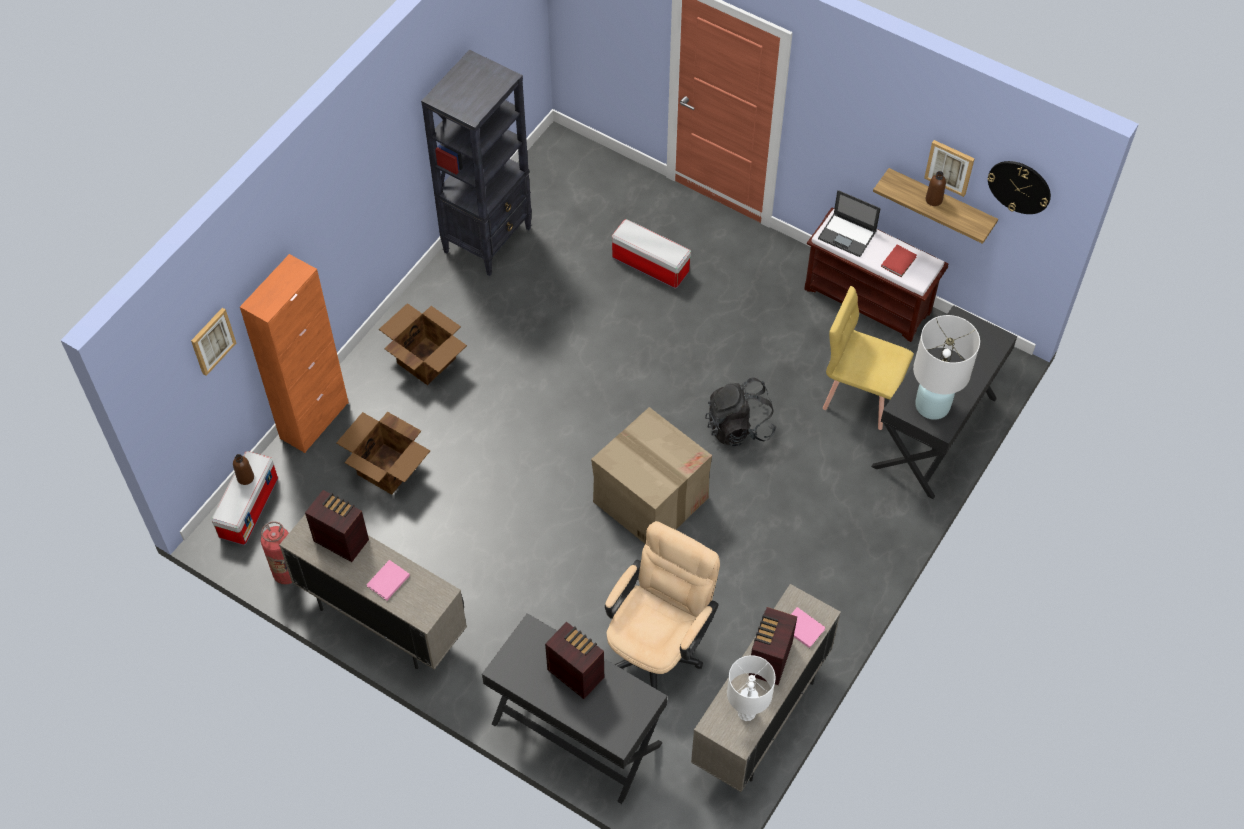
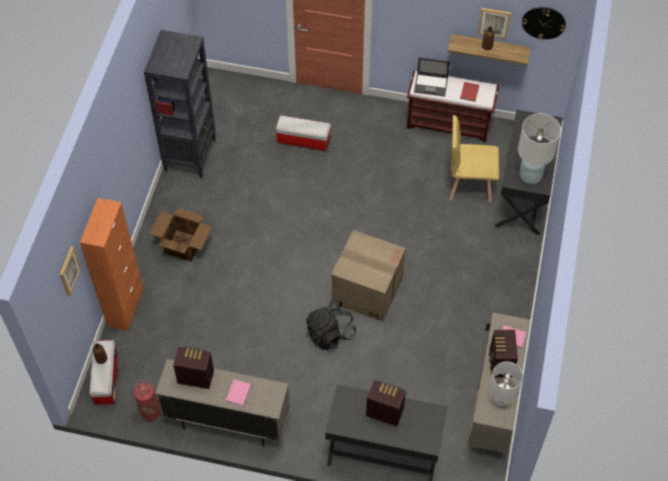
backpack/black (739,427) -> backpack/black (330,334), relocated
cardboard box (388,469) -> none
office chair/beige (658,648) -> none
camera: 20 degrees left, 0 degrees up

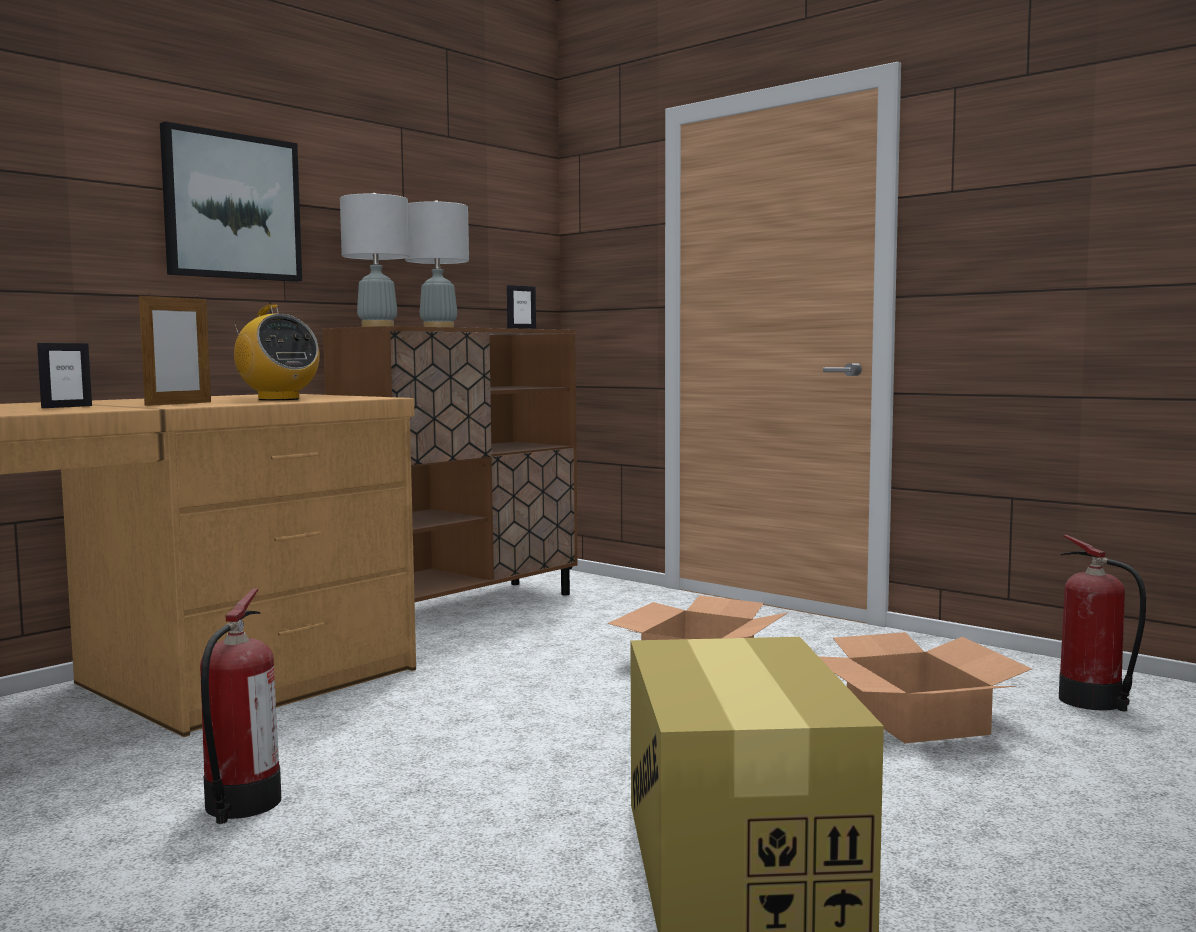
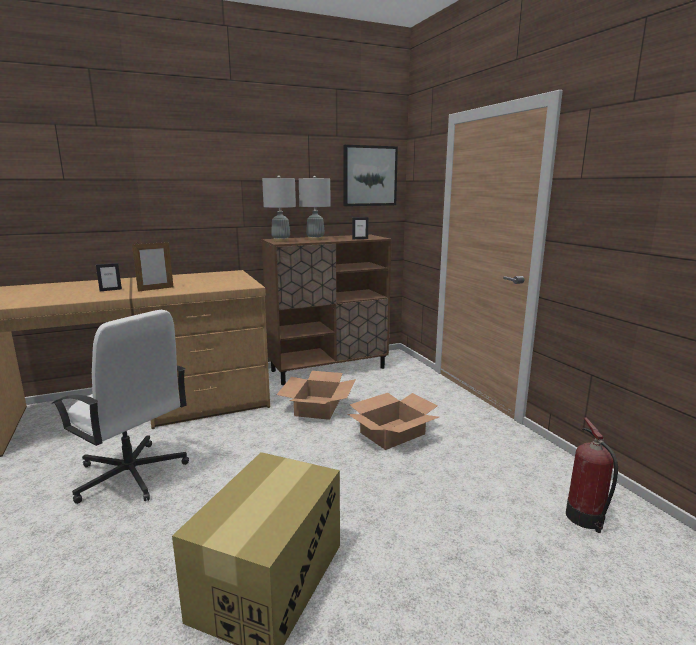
fire extinguisher (240,805) -> office chair/white (131,475)
cardboard box (915,718) -> cardboard box (317,407), relocated
picture (231,207) -> picture (369,176), relocated
radio (278,399) -> none
camera: 25 degrees right, 10 degrees up

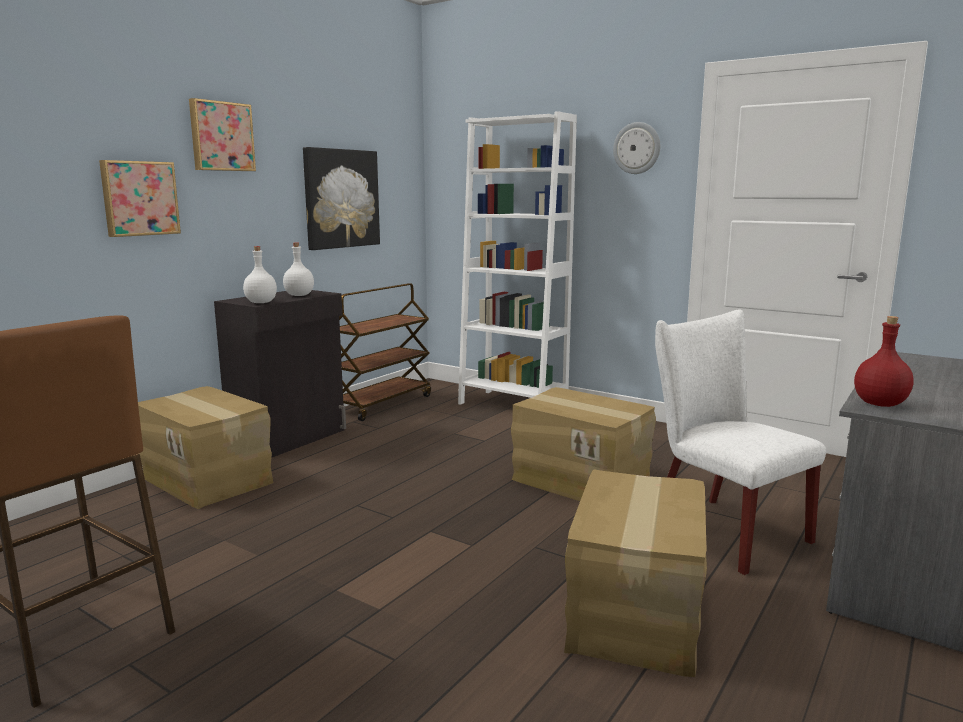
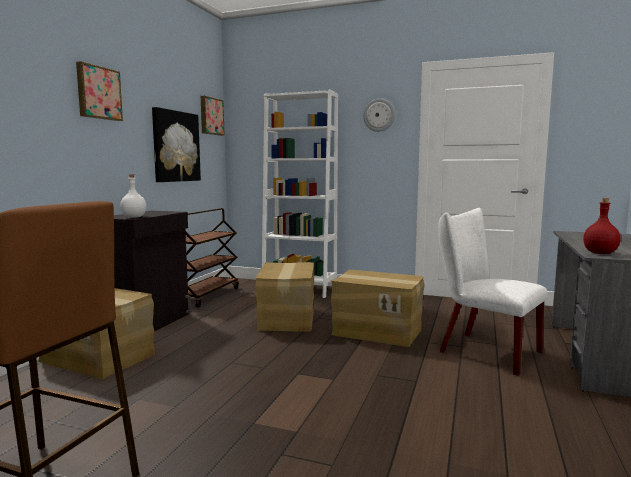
picture (139,198) -> picture (211,116), relocated
cardboard box (637,613) -> cardboard box (288,318), relocated
bottle/white (299,295) -> none
camera: 15 degrees left, 5 degrees down

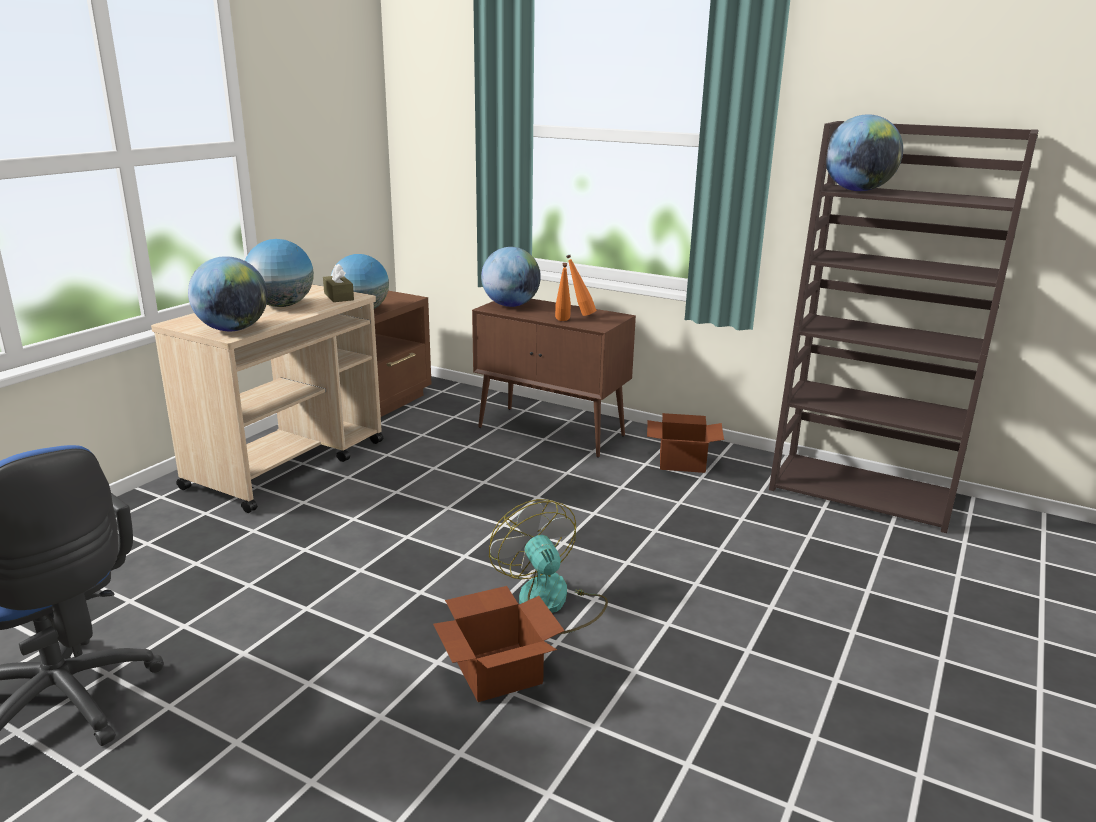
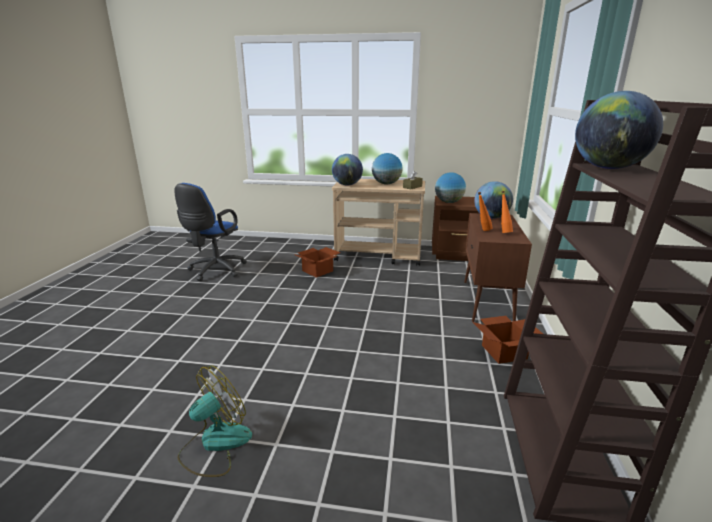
fan (551,604) -> fan (215,444), relocated
cardboard box (499,670) -> cardboard box (318,271), relocated
camera: 70 degrees right, 0 degrees up

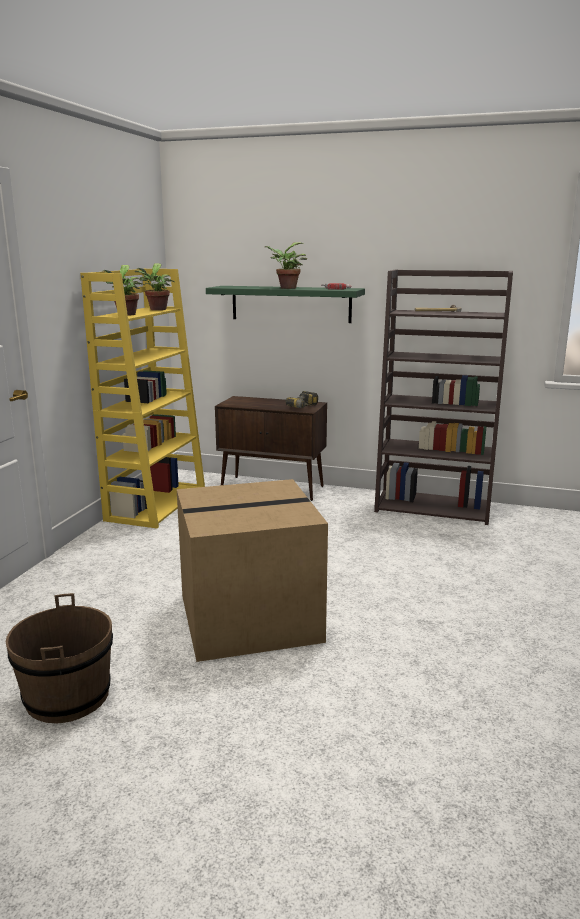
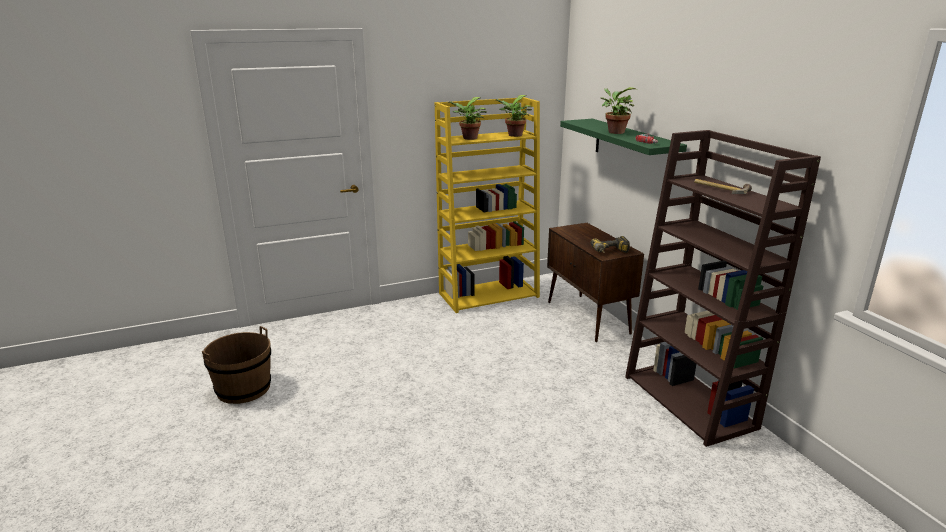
cardboard box (248,619) -> none
camera: 50 degrees right, 5 degrees up

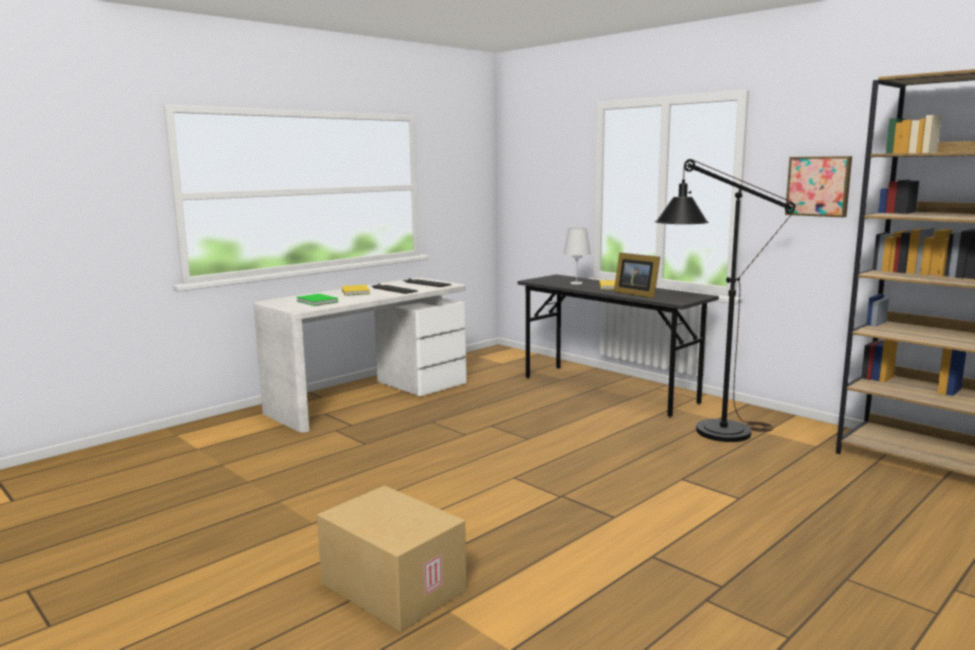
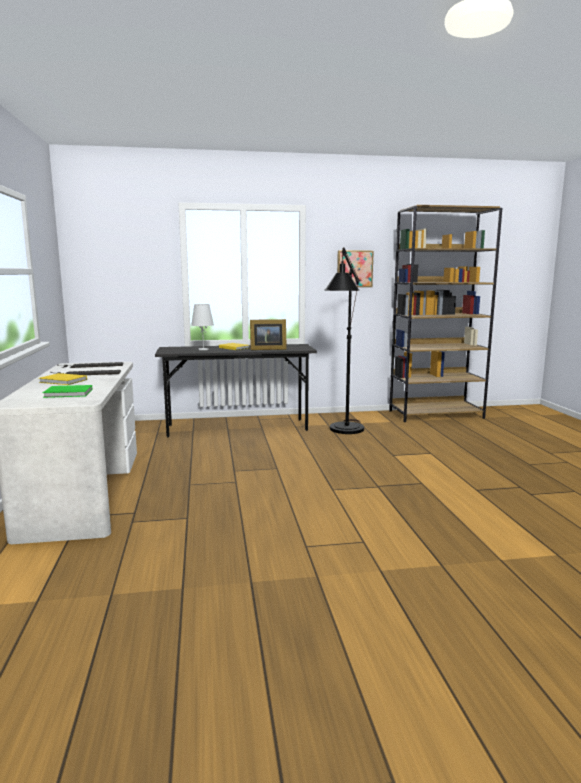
cardboard box (390,587) -> none
camera: 55 degrees left, 0 degrees up

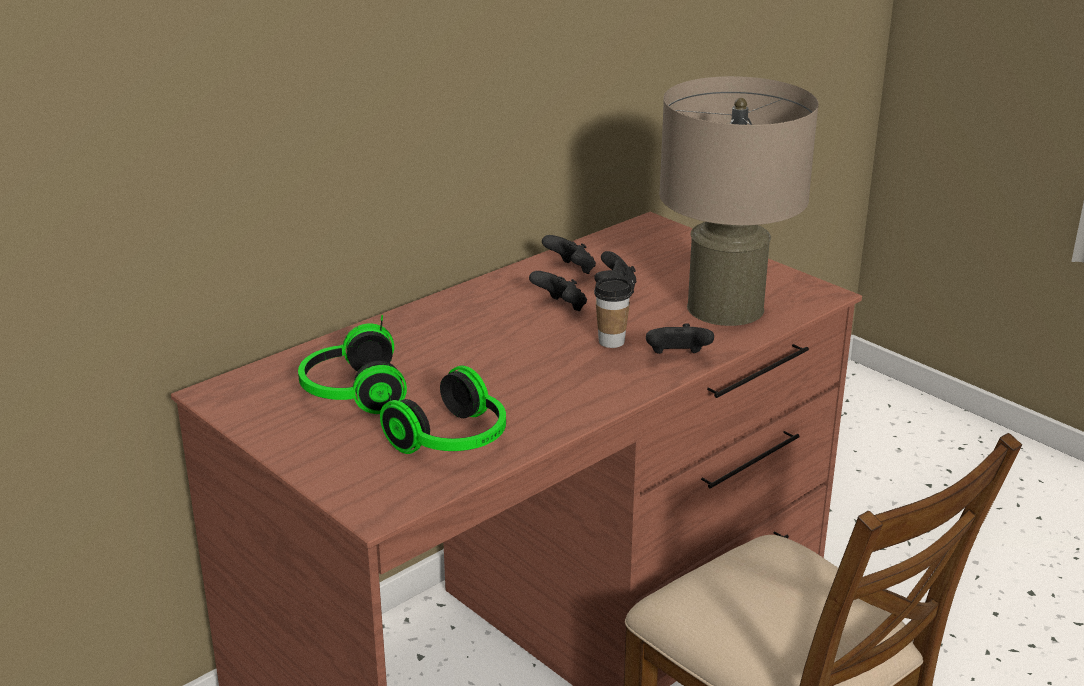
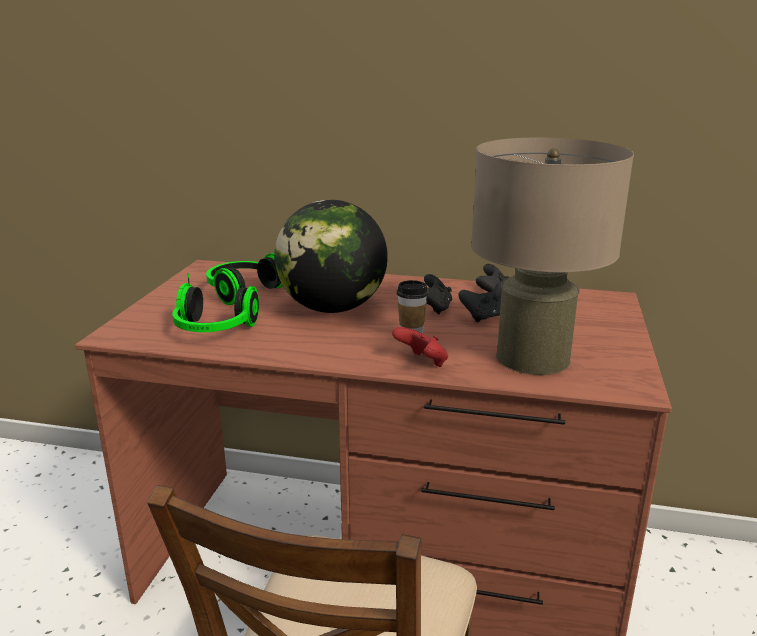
none -> globe (332,308)
game controller/black (677,358) -> game controller/red (422,363)
camera: 55 degrees right, 5 degrees down

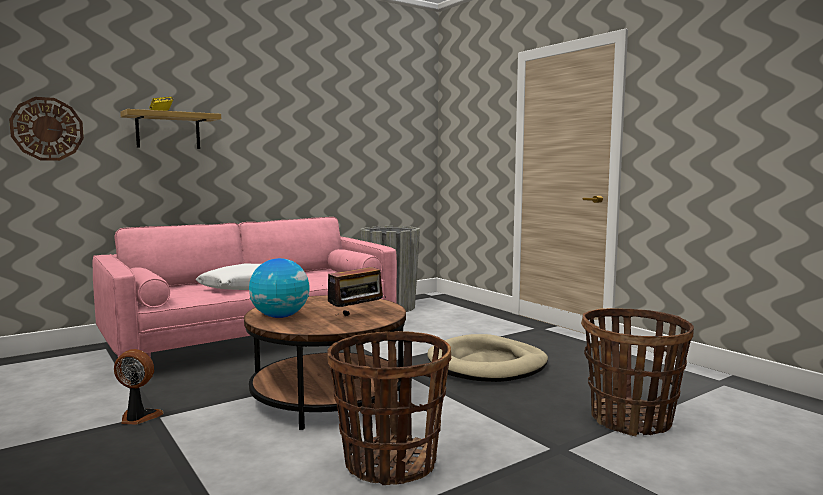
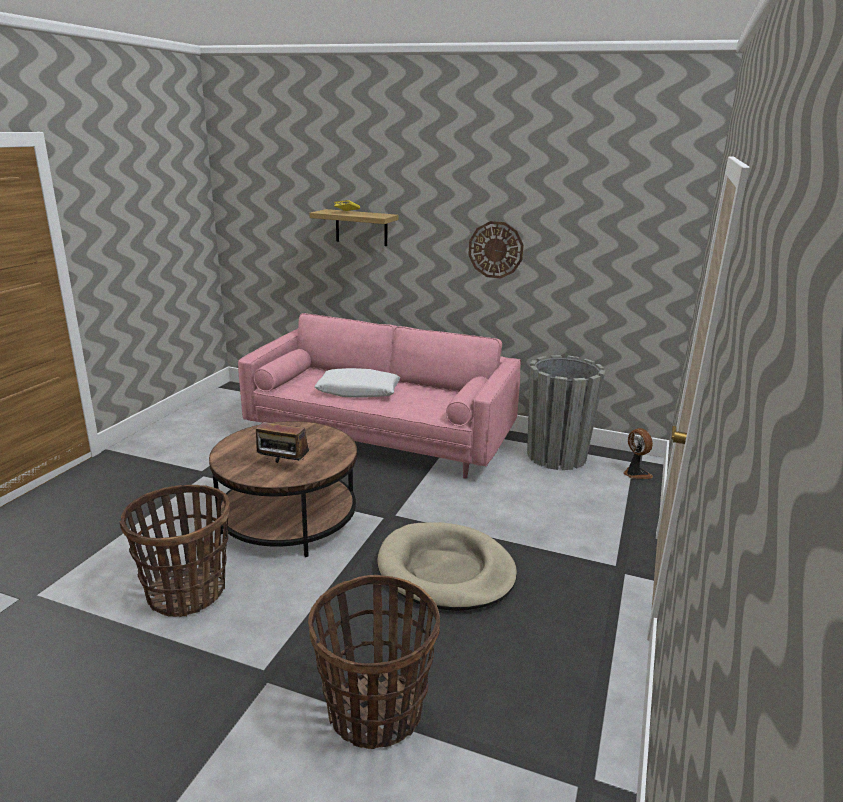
wall clock (47,129) -> wall clock (495,249), relocated
fan (138,418) -> fan (635,474), relocated
globe (280,316) -> none
camera: 55 degrees right, 15 degrees up

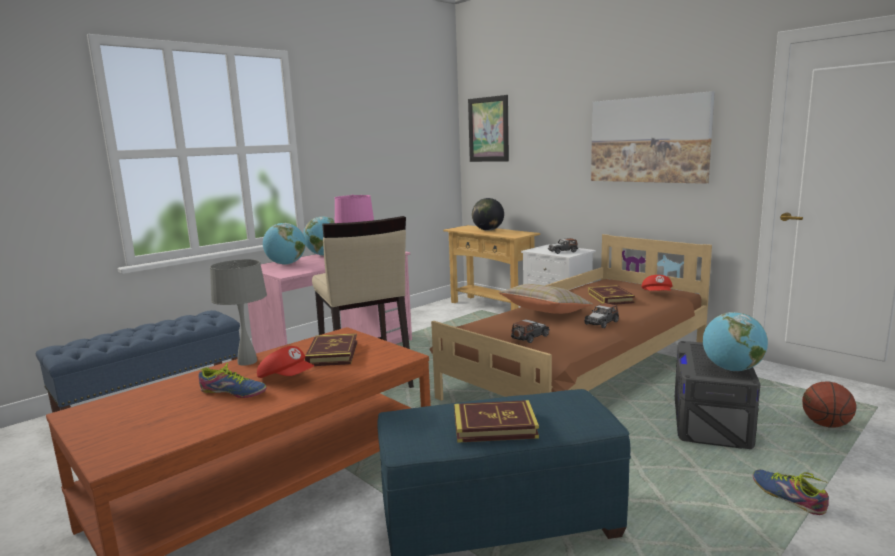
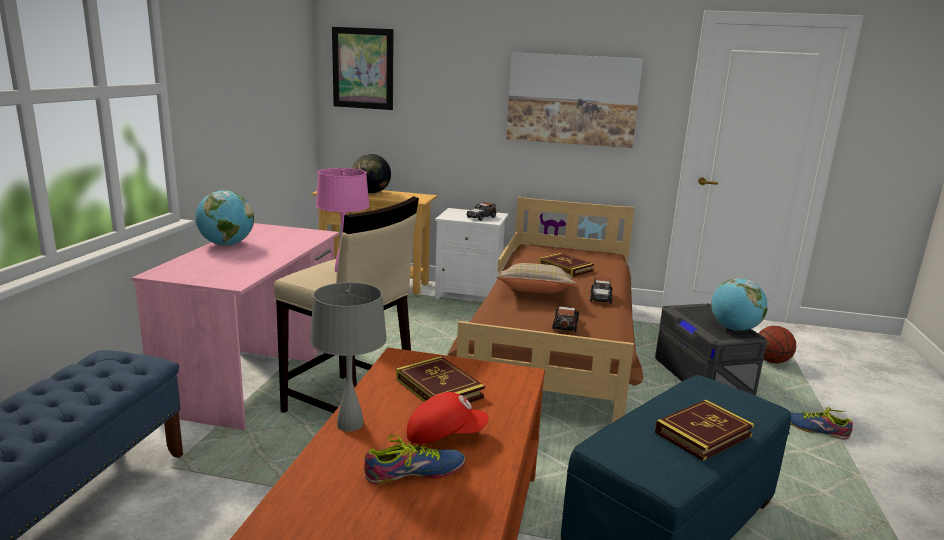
globe (286,264) -> none
cap/red (657,294) -> none
camera: 35 degrees left, 5 degrees up

